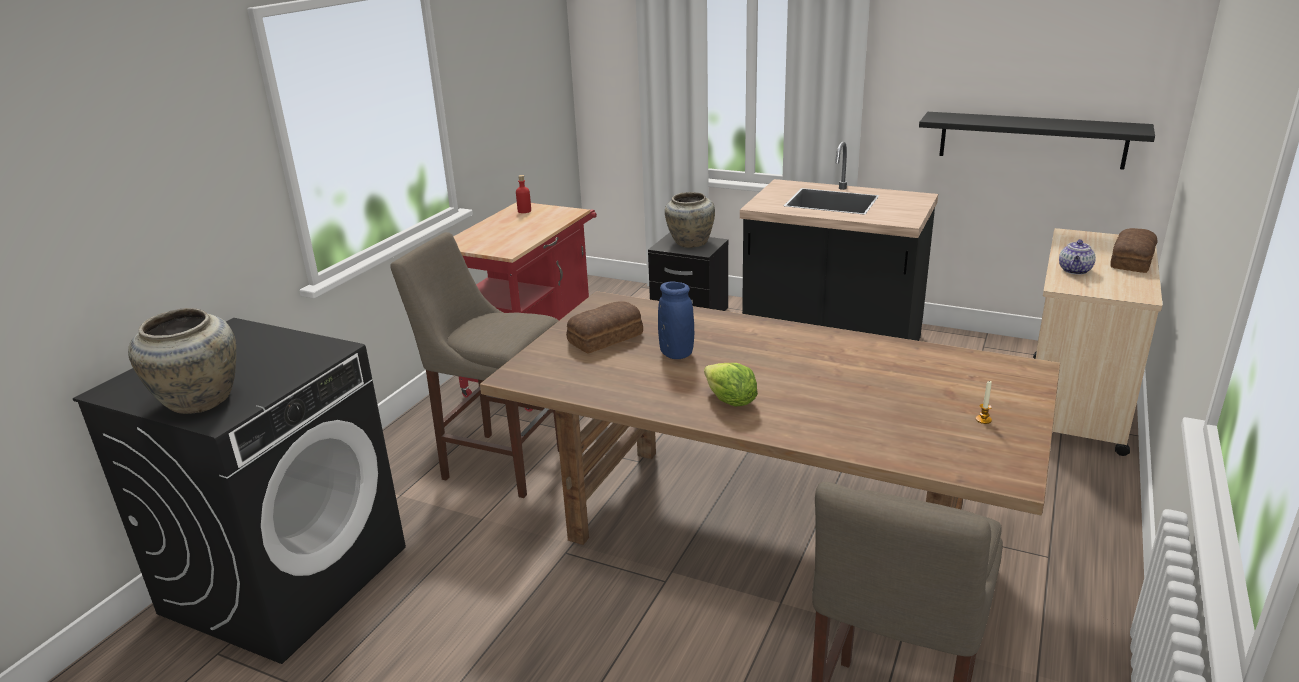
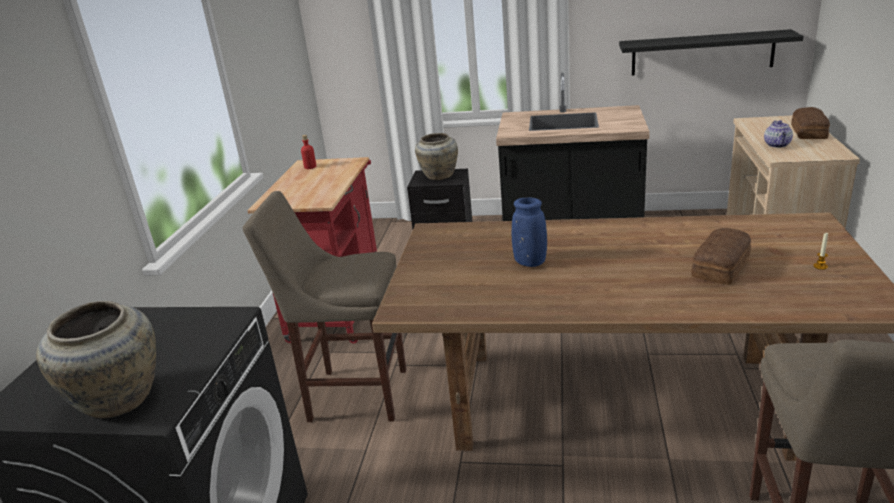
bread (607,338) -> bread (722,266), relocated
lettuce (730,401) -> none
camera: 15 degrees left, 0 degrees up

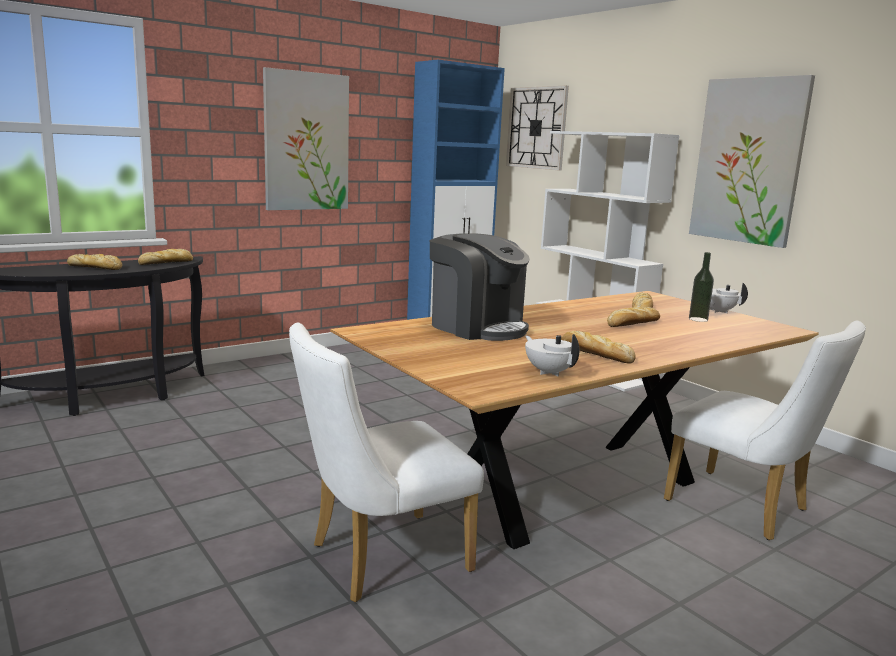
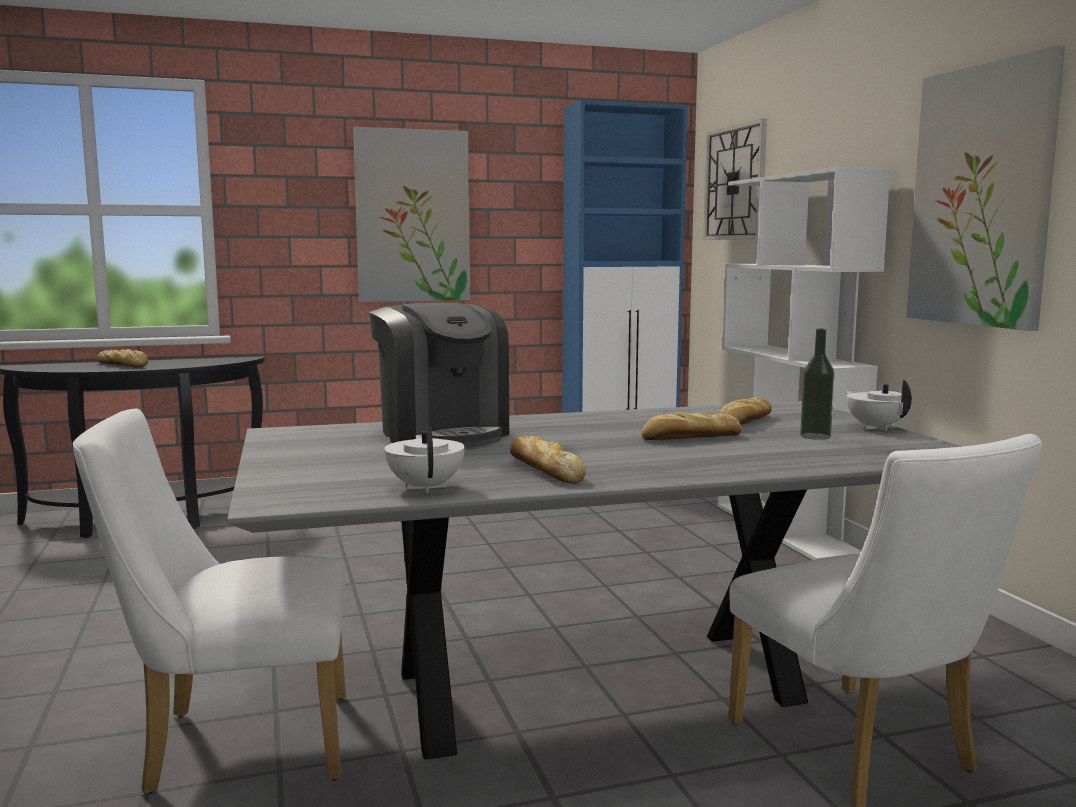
dining table/brown (571,489) -> dining table/grey (595,688)
bread (167,262) -> none
camera: 20 degrees right, 5 degrees down

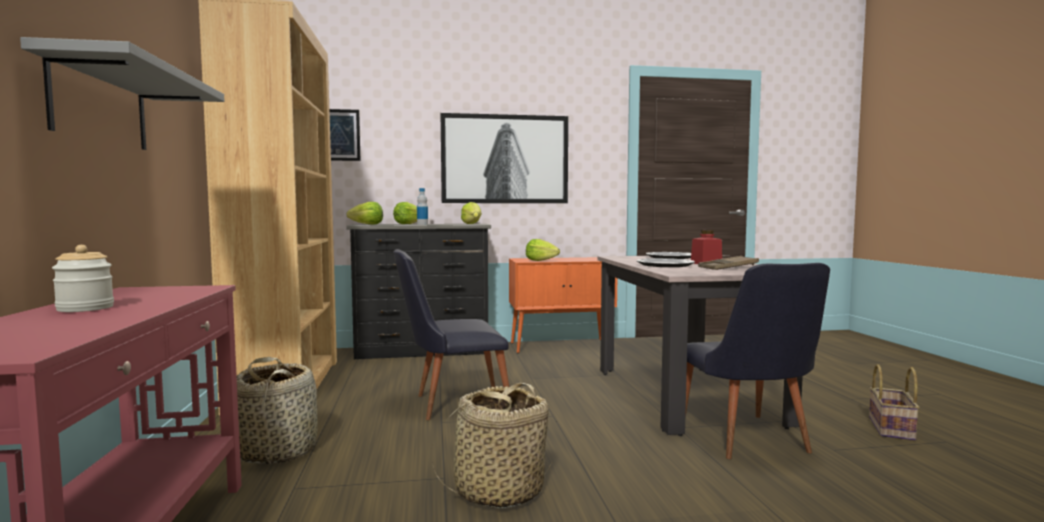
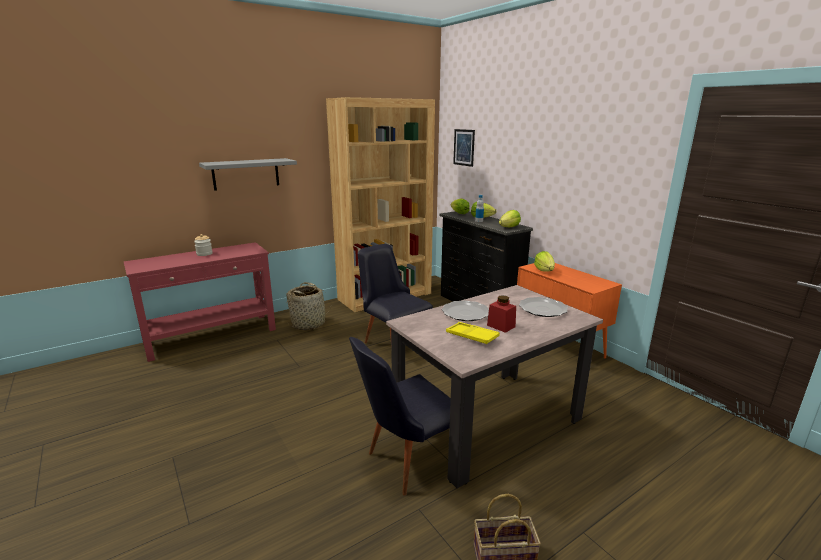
tray/brown (728,267) -> tray/yellow (472,336)
basket (498,491) -> none
picture (505,159) -> none
camera: 65 degrees right, 15 degrees up

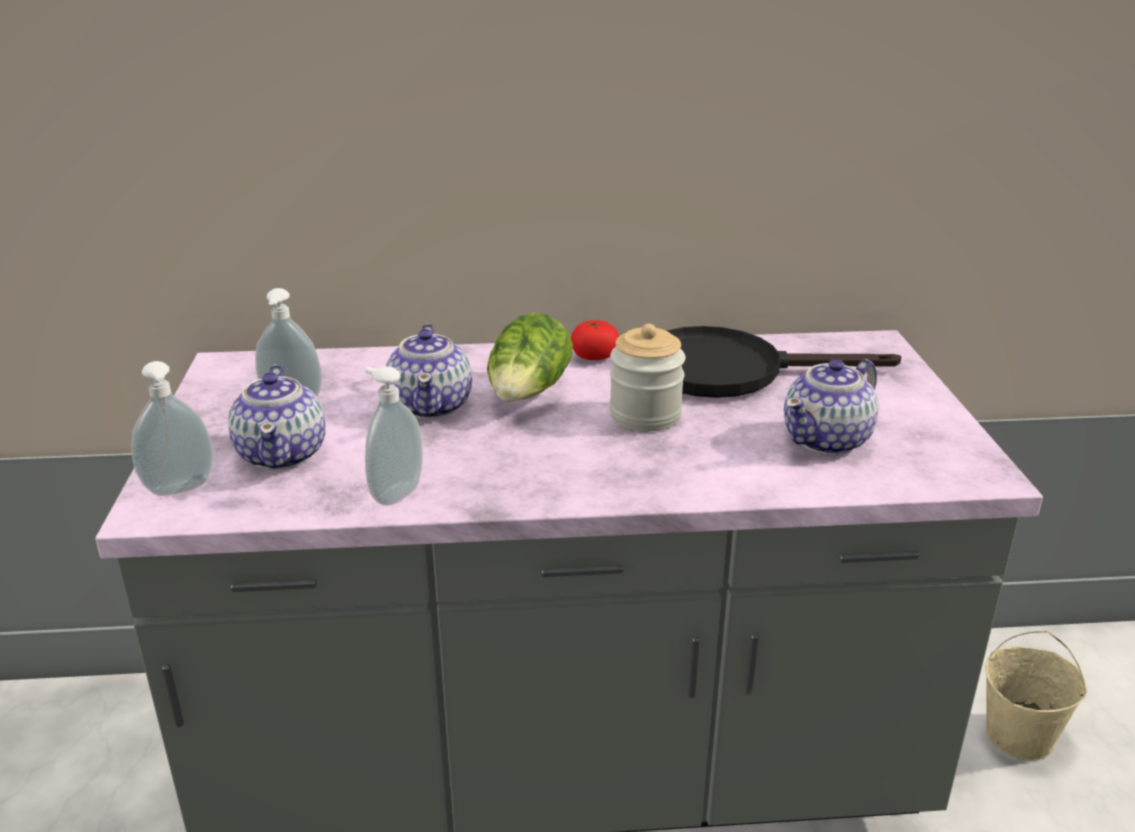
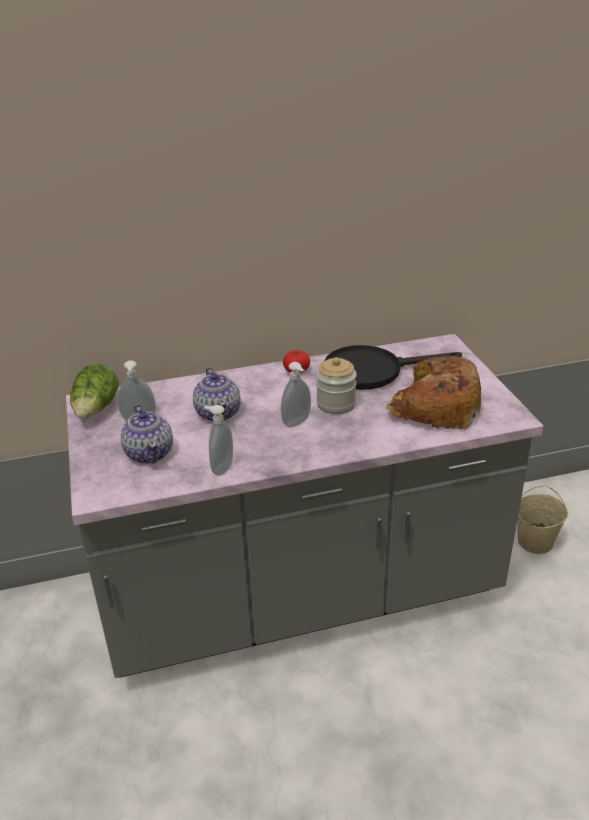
lettuce (528,394) -> lettuce (96,409), relocated
soap dispenser (181,490) -> soap dispenser (297,423), relocated
teapot (828,440) -> bread (434,407)
camera: 10 degrees left, 5 degrees up

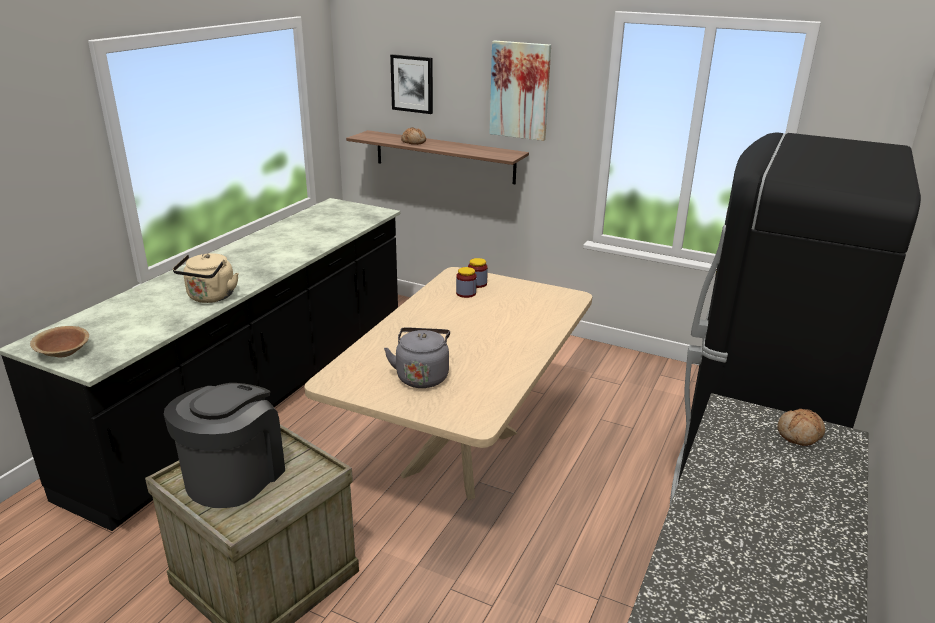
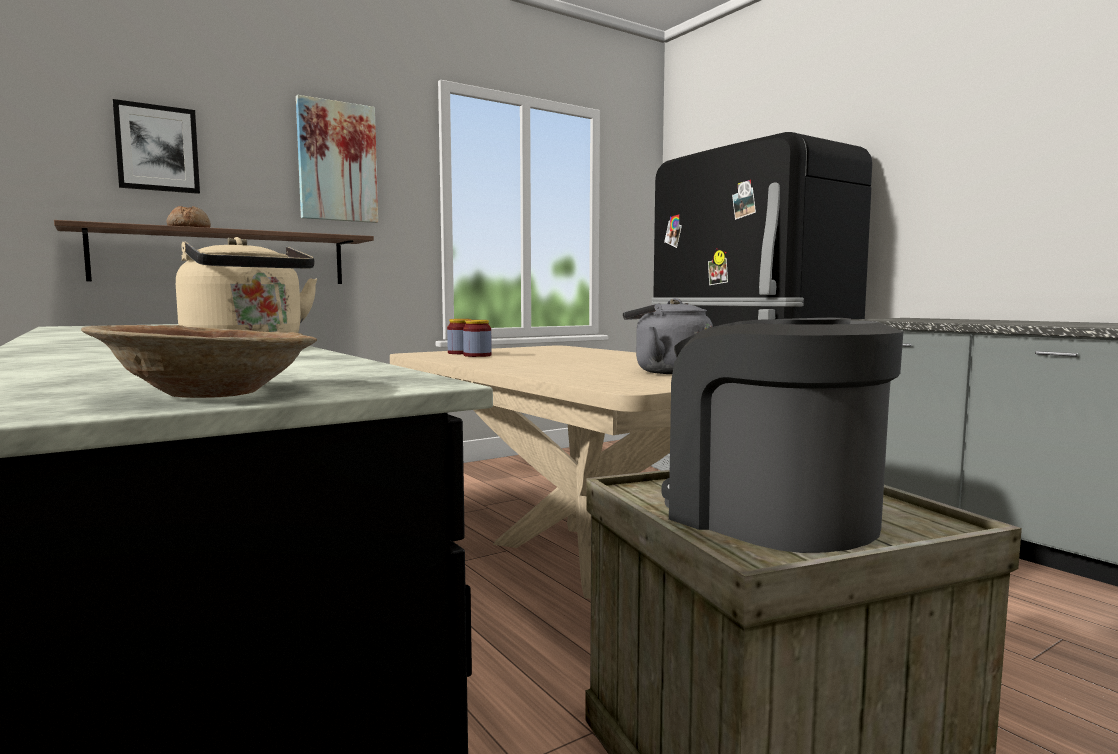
bread (800,435) -> none
camera: 60 degrees left, 20 degrees down

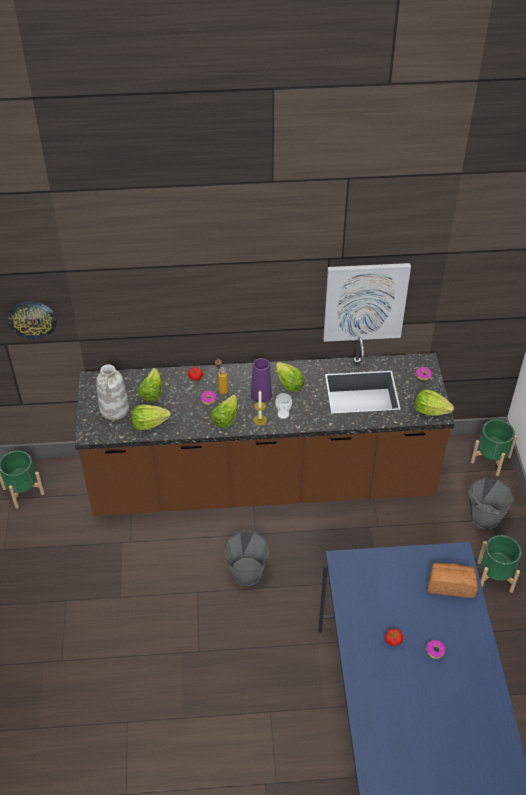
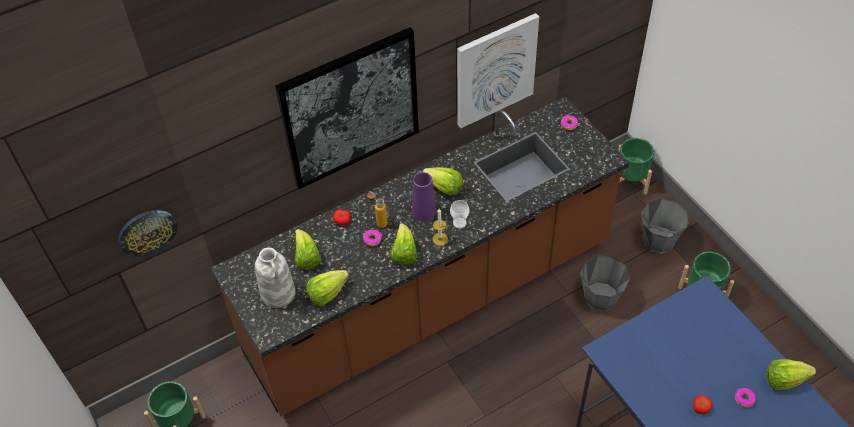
none -> picture (350,108)
bucket/grey (247,571) -> bucket/grey (600,297), relocated
lettuce (431,410) -> lettuce (784,380), relocated
bread (450,585) -> none
camera: 25 degrees left, 5 degrees up

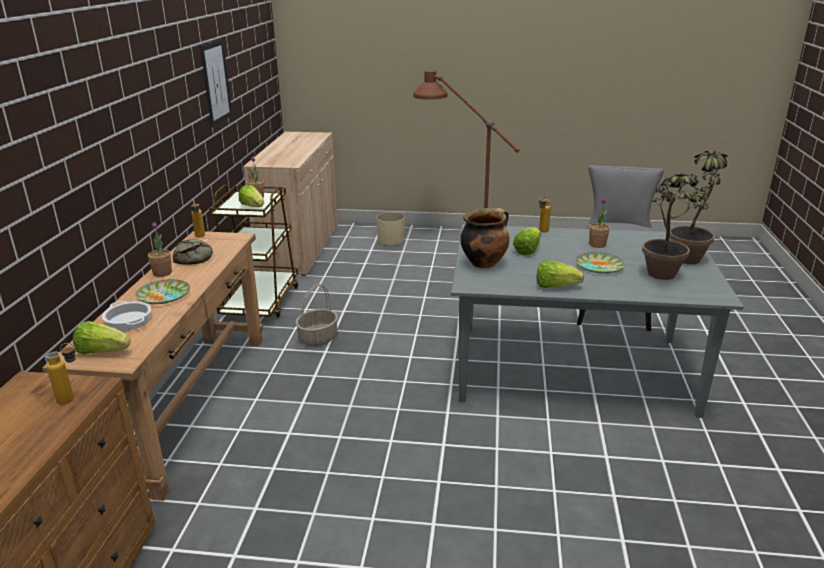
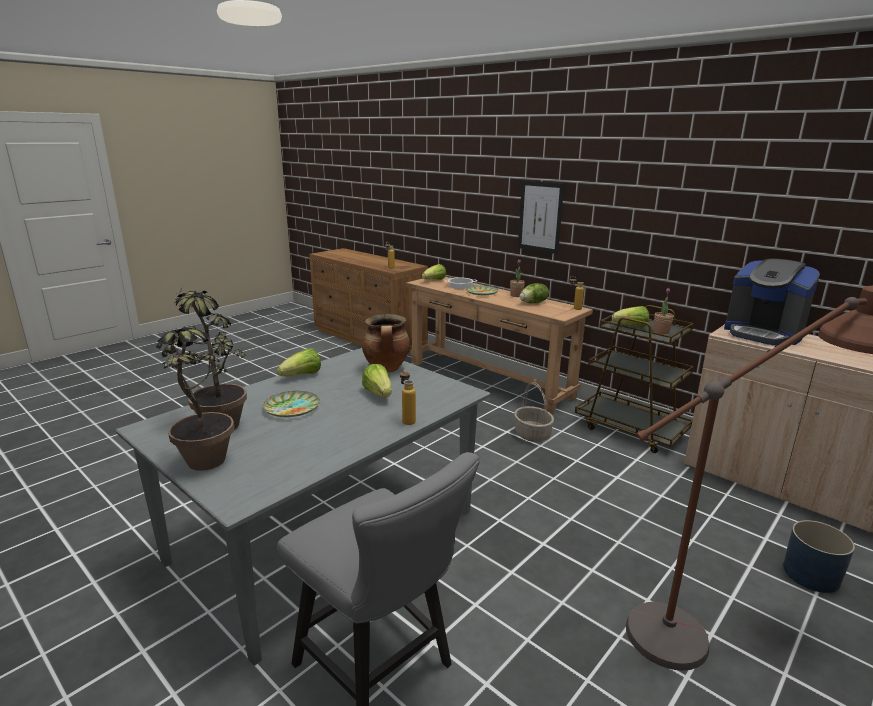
picture (216,82) -> picture (540,217), relocated
bread (195,257) -> lettuce (533,303)
none -> coffee machine (763,334)
planter/beige (391,240) -> planter/blue (811,575)
potted plant (597,245) -> none
camera: 125 degrees right, 5 degrees down

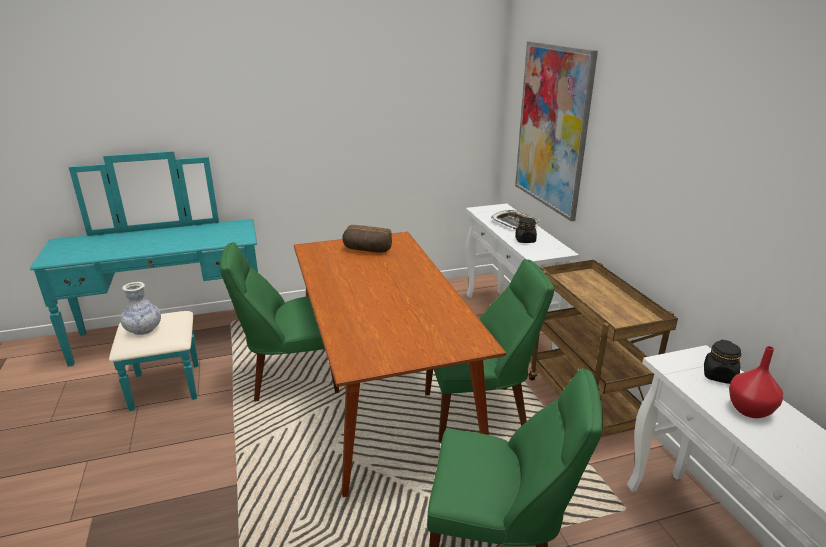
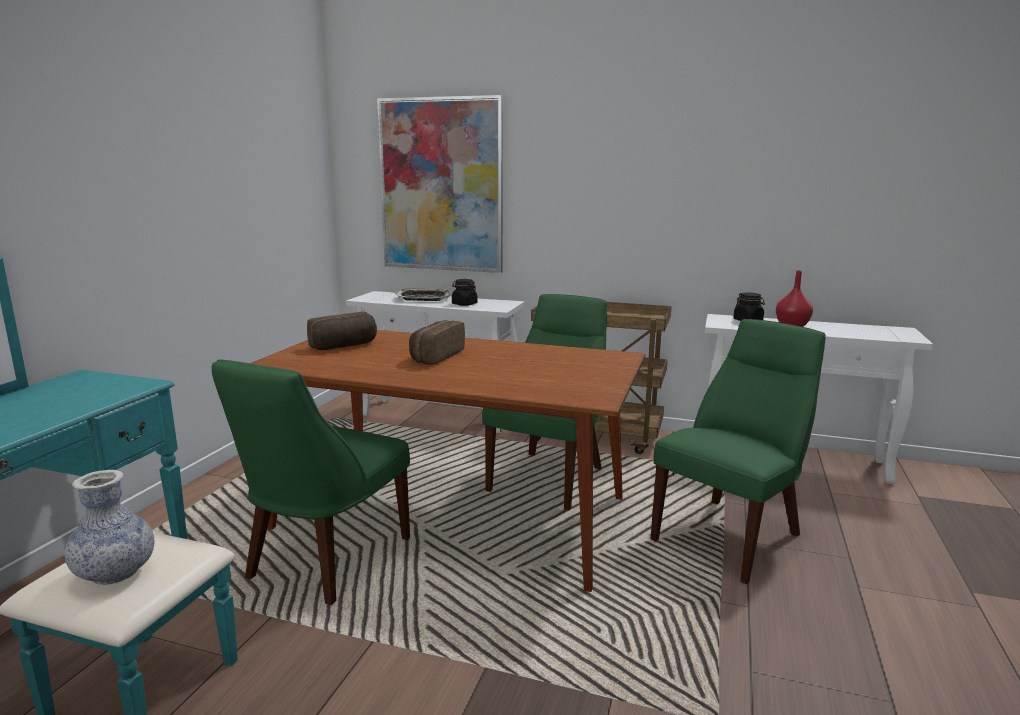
none -> bread (435,356)
camera: 55 degrees left, 10 degrees down

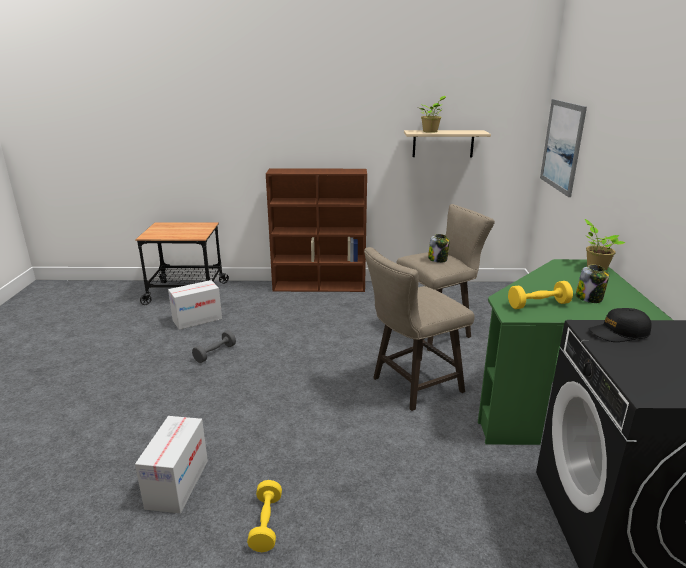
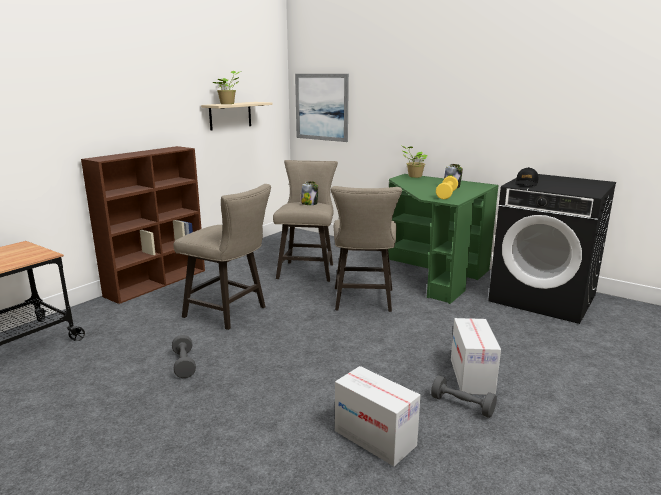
none -> stool/beige (230,313)
dumbbell/yellow (266,524) -> dumbbell/grey (462,405)
cardboard box (197,319) -> cardboard box (471,376), relocated
camera: 55 degrees left, 5 degrees down

